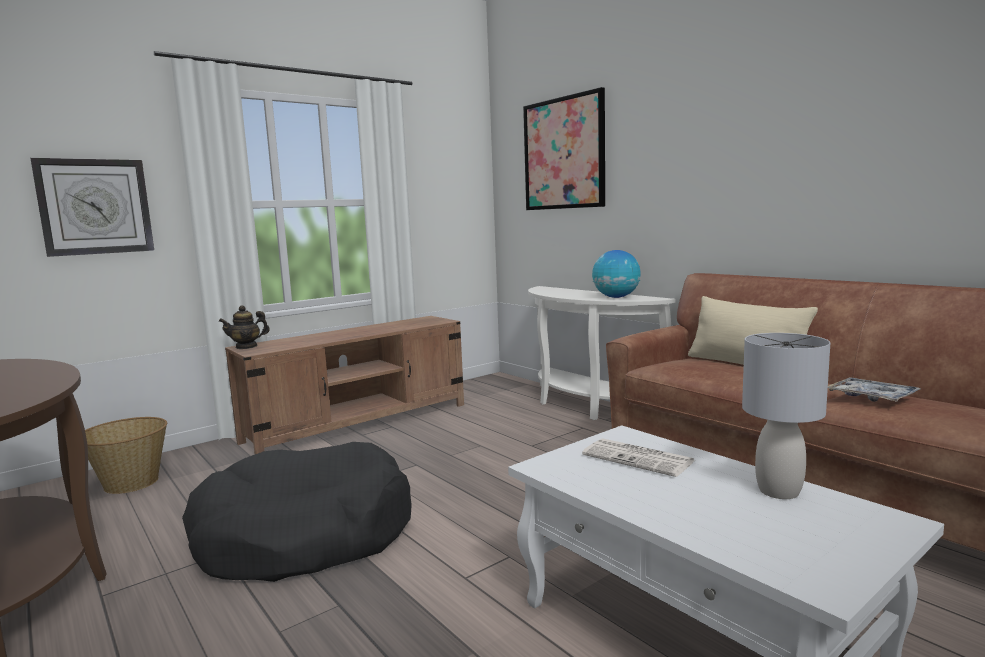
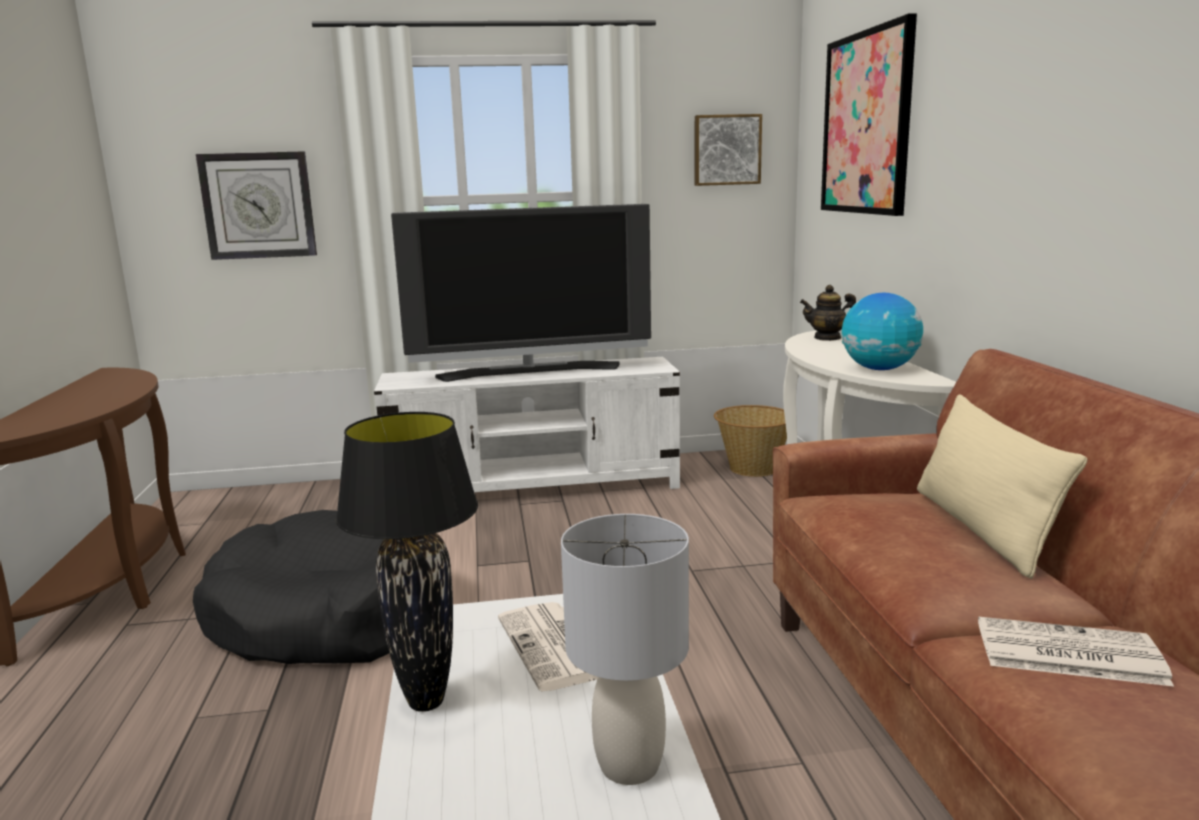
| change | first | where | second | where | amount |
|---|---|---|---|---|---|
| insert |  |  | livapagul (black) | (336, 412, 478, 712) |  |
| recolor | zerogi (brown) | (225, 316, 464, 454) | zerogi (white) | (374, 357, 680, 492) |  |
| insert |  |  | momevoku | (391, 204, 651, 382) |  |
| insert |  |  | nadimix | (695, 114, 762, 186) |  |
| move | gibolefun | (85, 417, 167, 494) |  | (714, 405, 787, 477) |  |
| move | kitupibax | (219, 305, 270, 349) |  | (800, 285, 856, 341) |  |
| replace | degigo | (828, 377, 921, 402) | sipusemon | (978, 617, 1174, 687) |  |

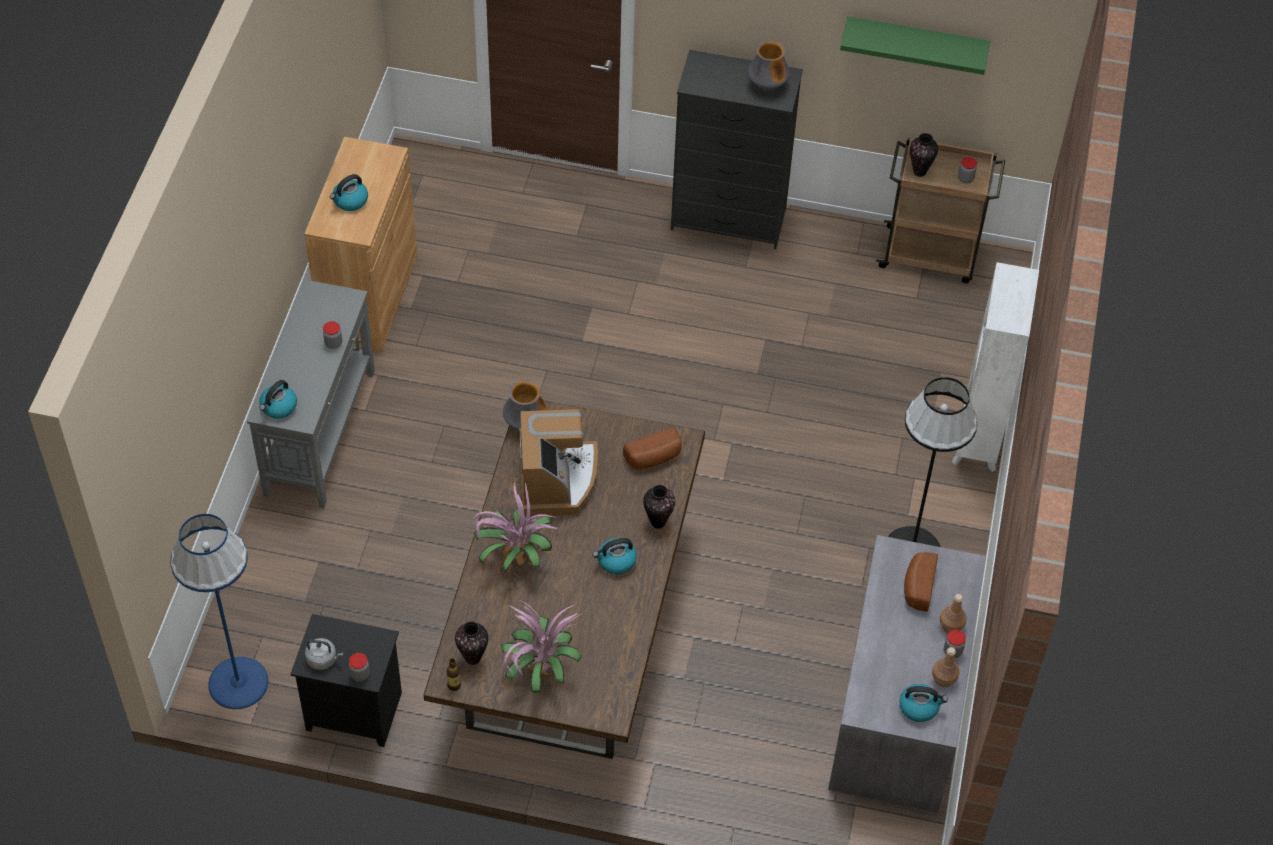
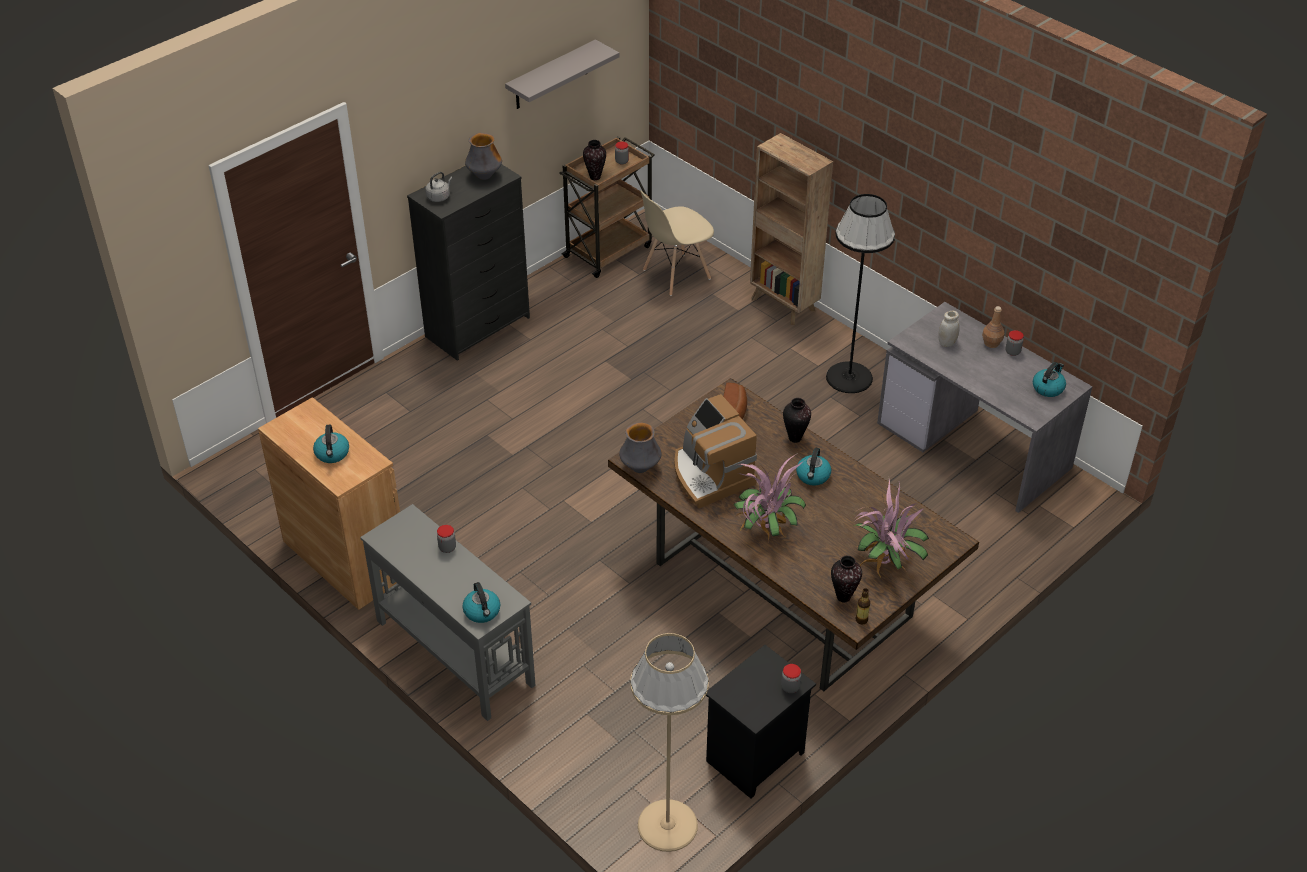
| change | first | where | second | where | amount |
|---|---|---|---|---|---|
| move | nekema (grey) | (305, 638, 343, 670) |  | (425, 172, 453, 202) |  |
| recolor | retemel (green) | (840, 17, 990, 75) | retemel (grey) | (505, 39, 619, 109) |  |
| recolor | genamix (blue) | (170, 514, 268, 709) | genamix (beige) | (630, 633, 709, 852) |  |
| insert |  |  | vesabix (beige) | (640, 190, 714, 296) |  |
| rotate | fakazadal | (519, 409, 598, 517) |  | (674, 394, 757, 509) | 150 degrees counterclockwise |
| recolor | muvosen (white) | (952, 262, 1039, 472) | muvosen (brown) | (750, 133, 833, 325) |  |
| replace | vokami | (904, 552, 938, 612) | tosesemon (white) | (938, 311, 960, 347) |  |
| delete | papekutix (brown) | (932, 647, 960, 687) |  |  |  |

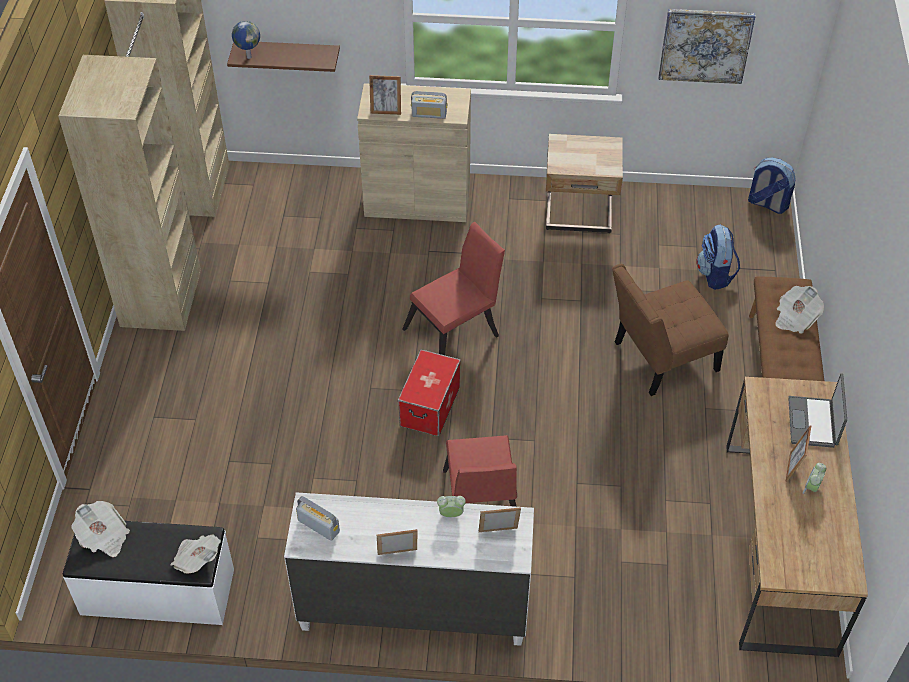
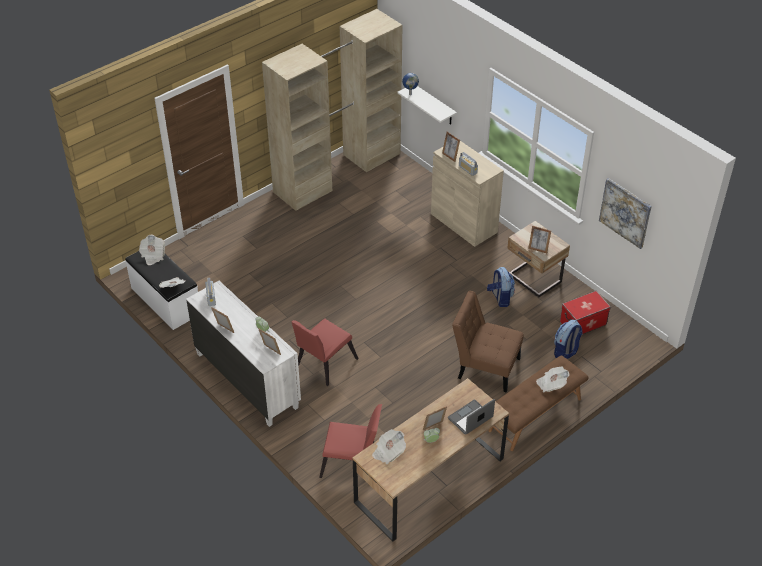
| change | first | where | second | where | amount |
|---|---|---|---|---|---|
| move | vesabix (red) | (402, 222, 505, 355) |  | (319, 404, 382, 478) |  |
| insert |  |  | sipusemon | (372, 429, 406, 464) |  |
| recolor | retemel (brown) | (227, 42, 340, 72) | retemel (white) | (397, 86, 457, 125) |  |
| move | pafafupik | (748, 158, 796, 214) |  | (487, 267, 515, 307) |  |
| insert |  |  | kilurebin | (528, 226, 551, 253) |  |
| move | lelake | (398, 349, 461, 436) |  | (560, 291, 611, 334) |  |

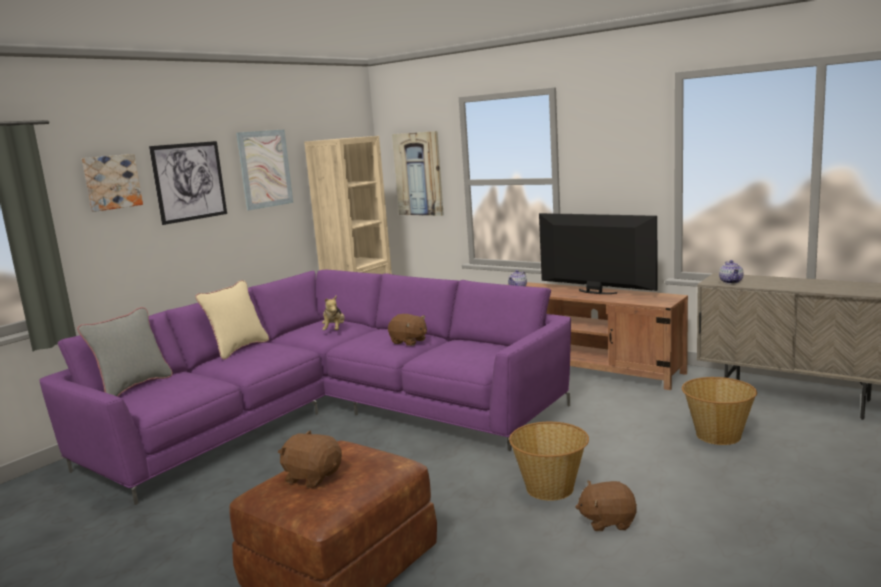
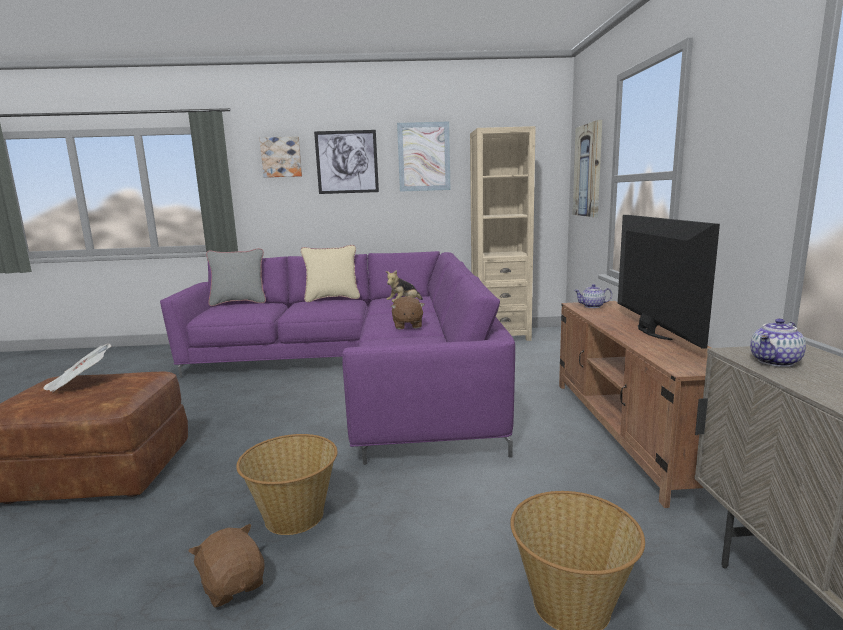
| change | first | where | second | where | amount |
|---|---|---|---|---|---|
| replace | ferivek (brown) | (278, 430, 342, 488) | sipusemon | (43, 344, 111, 392) |  |

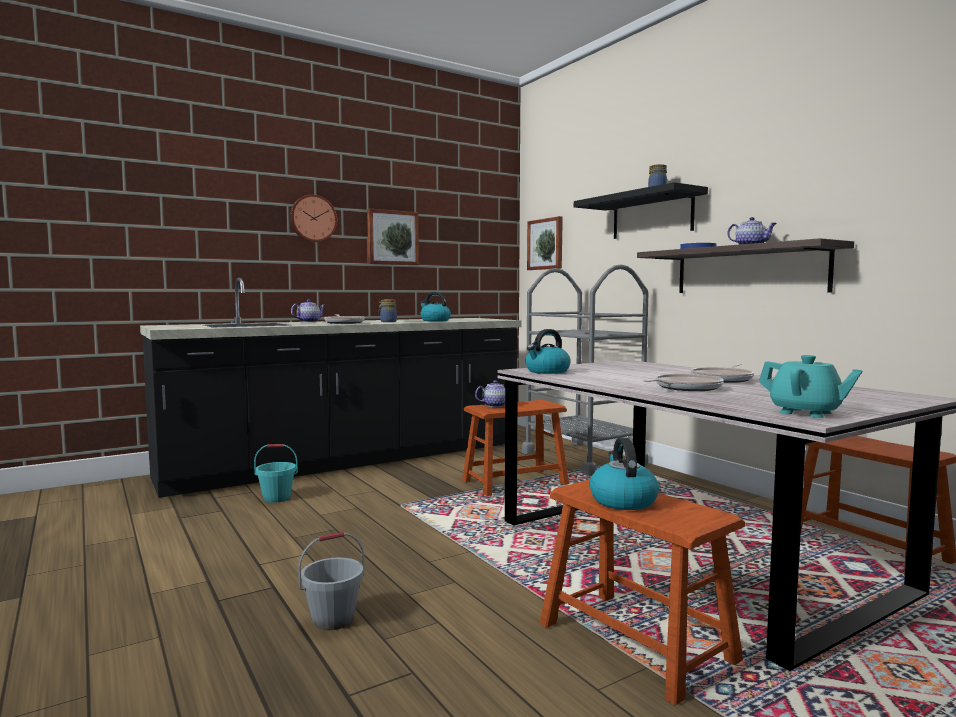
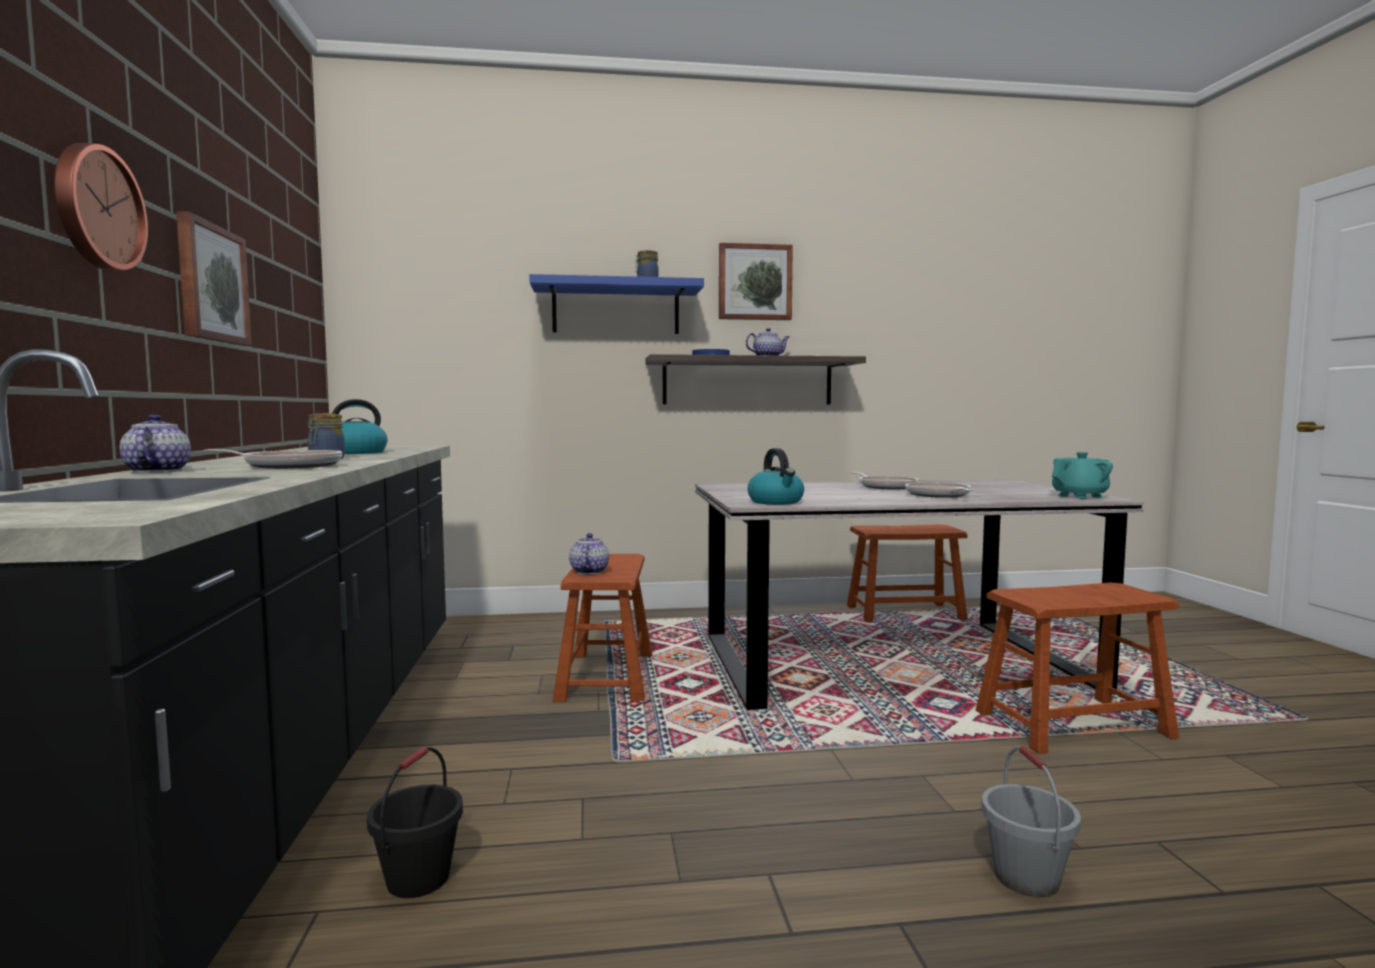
| change | first | where | second | where | amount |
|---|---|---|---|---|---|
| recolor | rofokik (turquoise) | (254, 444, 298, 503) | rofokik (black) | (367, 747, 463, 898) |  |
| recolor | retemel (black) | (574, 182, 708, 239) | retemel (blue) | (529, 274, 704, 334) |  |
| move | nadimix | (527, 216, 563, 270) |  | (719, 243, 793, 320) |  |
| delete | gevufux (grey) | (522, 264, 649, 476) |  |  |  |
| delete | nekema | (590, 437, 659, 510) |  |  |  |

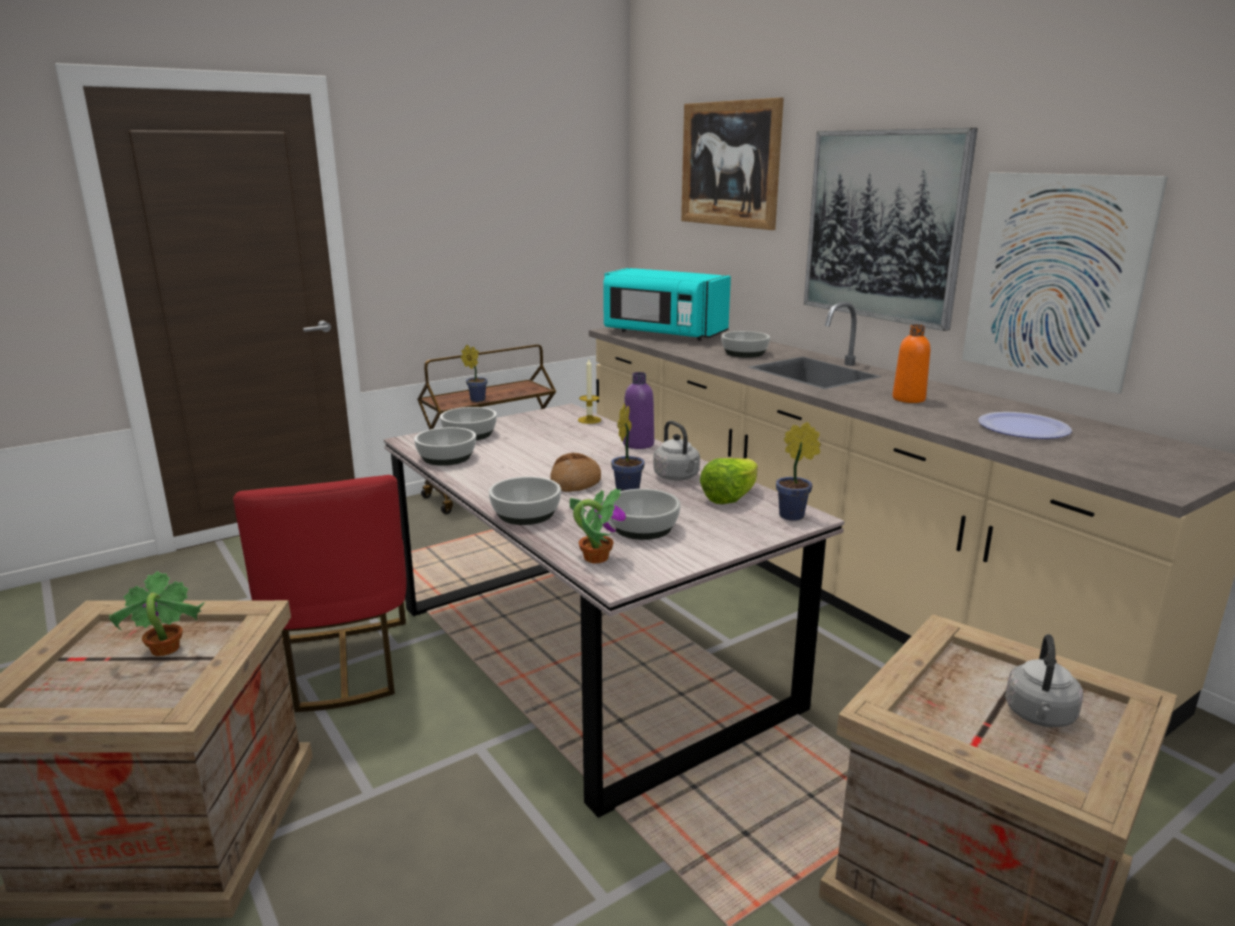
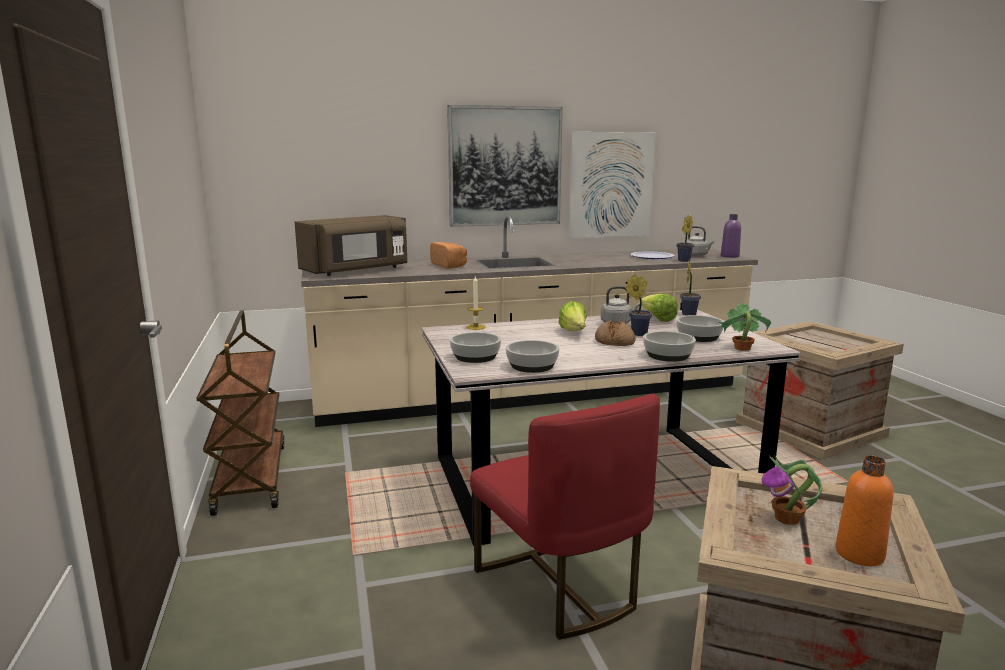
| change | first | where | second | where | amount |
|---|---|---|---|---|---|
| recolor | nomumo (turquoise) | (603, 268, 731, 341) | nomumo (brown) | (295, 215, 407, 276) |  |
| replace | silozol | (721, 331, 770, 358) | vokami | (430, 242, 467, 269) |  |
| rotate | vesabix (red) | (233, 475, 406, 712) |  | (470, 393, 660, 640) | 60 degrees clockwise |
| insert |  |  | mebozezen | (559, 301, 587, 331) |  |
| move | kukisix | (461, 345, 488, 402) |  | (676, 215, 694, 262) |  |
| move | nekema (grey) | (1005, 634, 1083, 727) |  | (686, 226, 714, 256) |  |
| move | papekutix (purple) | (623, 372, 654, 449) |  | (721, 214, 741, 258) |  |
| move | papekutix (orange) | (892, 324, 930, 403) |  | (836, 456, 893, 566) |  |
| delete | nadimix | (681, 98, 784, 230) |  |  |  |

